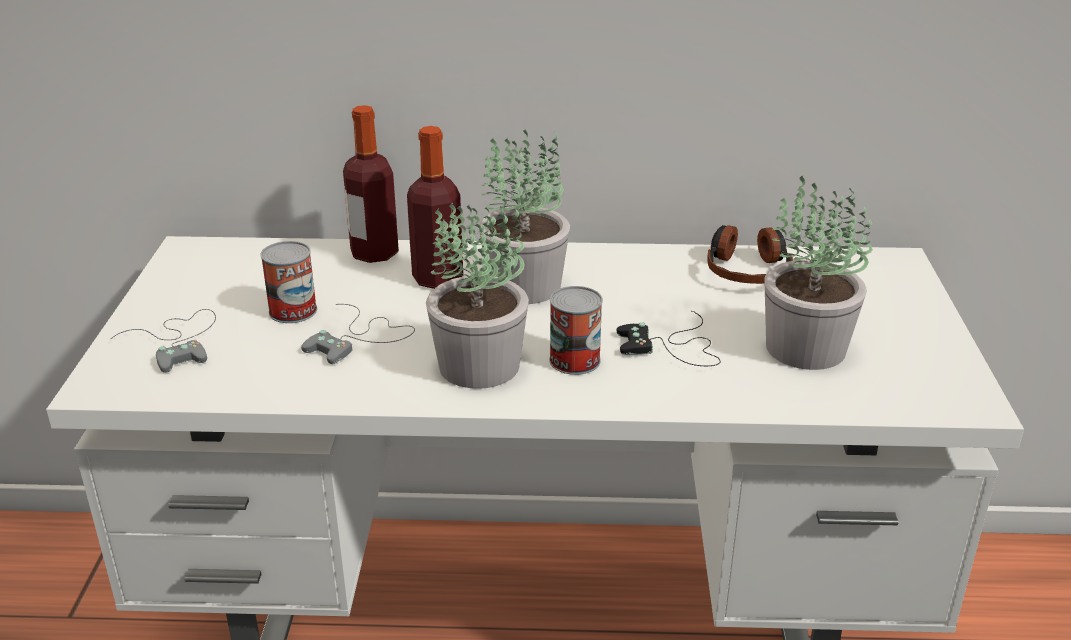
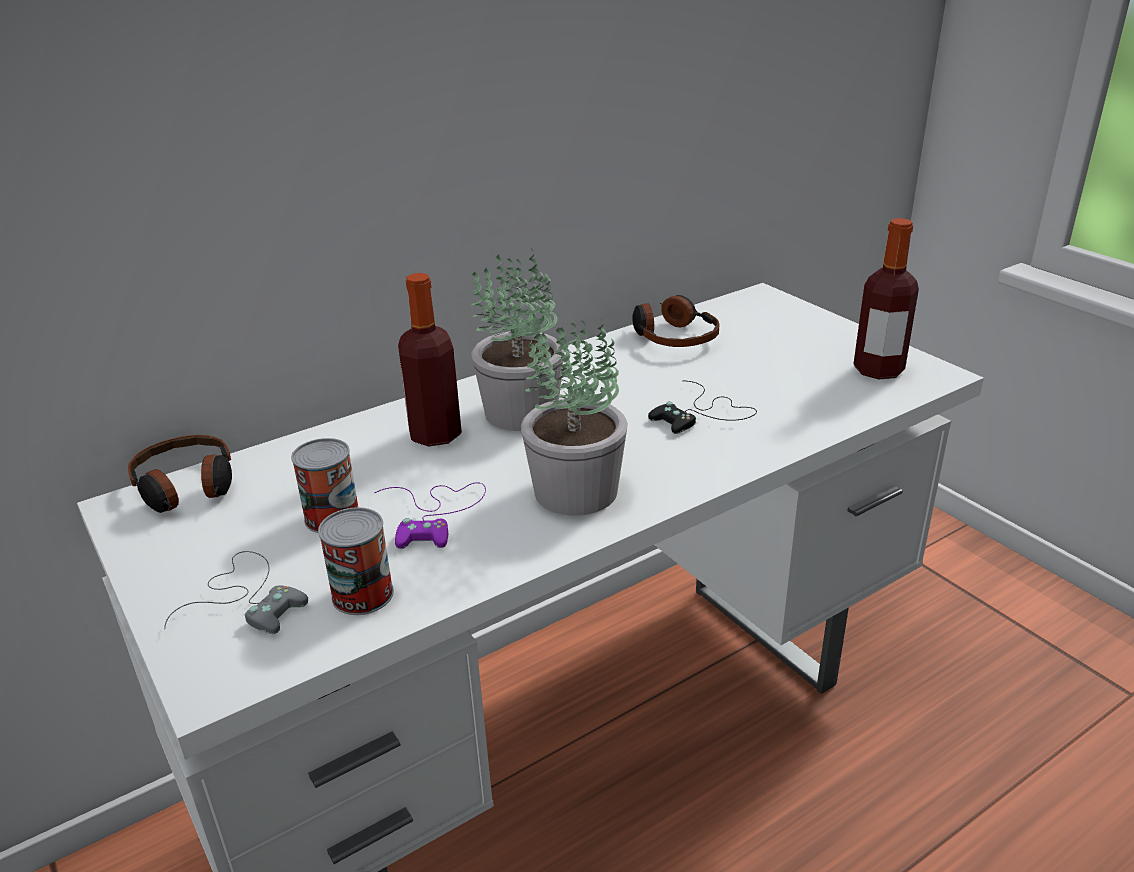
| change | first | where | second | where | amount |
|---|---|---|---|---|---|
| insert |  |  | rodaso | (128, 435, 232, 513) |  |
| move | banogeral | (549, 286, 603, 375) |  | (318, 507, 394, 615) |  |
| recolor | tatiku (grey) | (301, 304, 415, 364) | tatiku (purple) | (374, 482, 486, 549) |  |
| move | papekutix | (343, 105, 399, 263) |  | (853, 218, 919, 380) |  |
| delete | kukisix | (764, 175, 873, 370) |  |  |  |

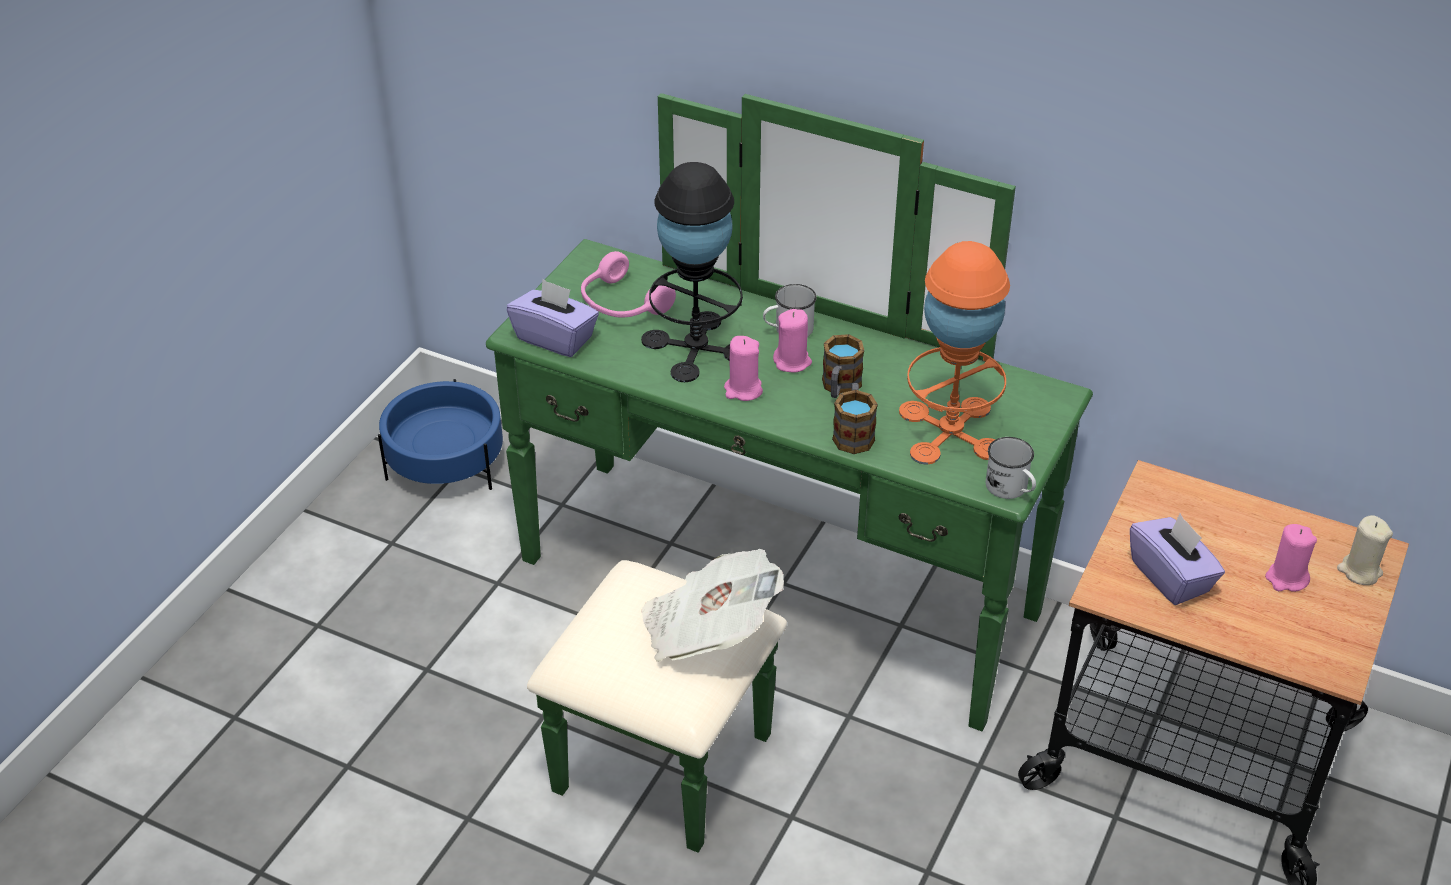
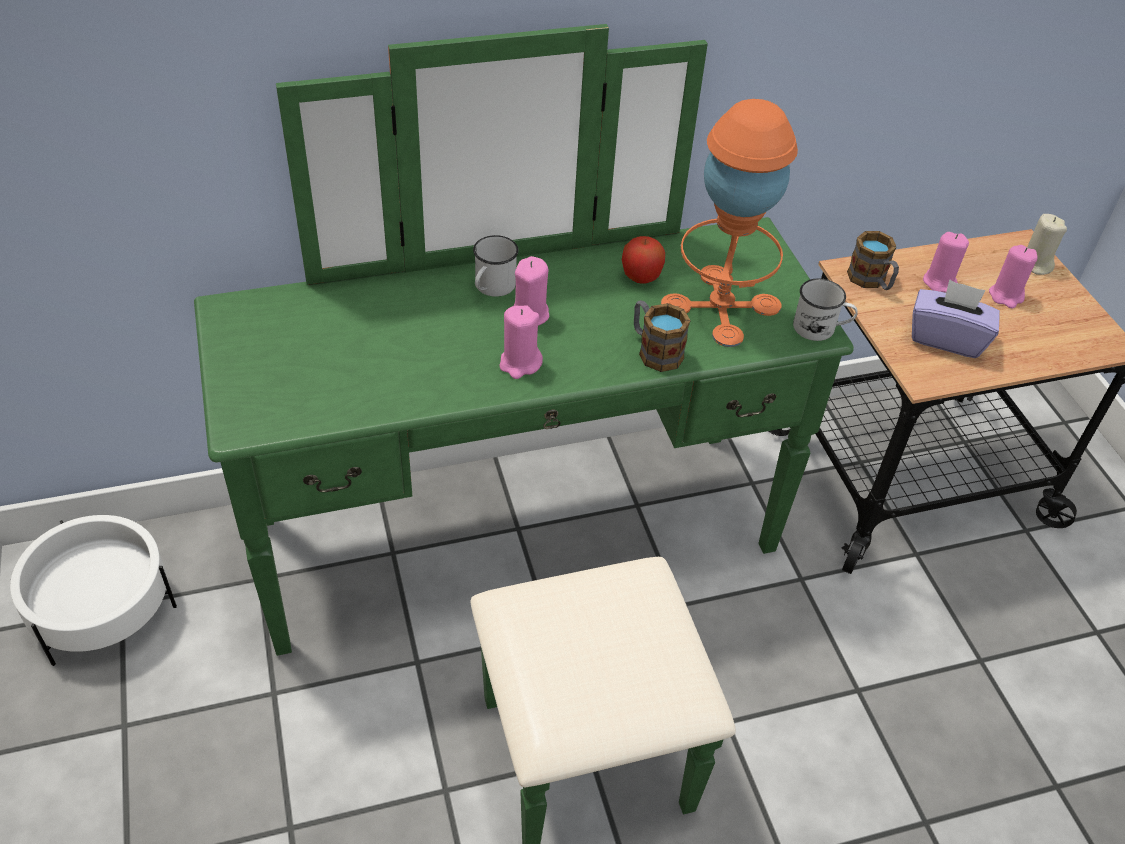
| change | first | where | second | where | amount |
|---|---|---|---|---|---|
| recolor | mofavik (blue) | (378, 379, 503, 490) | mofavik (white) | (10, 515, 177, 666) |  |
| insert |  |  | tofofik | (622, 236, 665, 284) |  |
| move | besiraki | (822, 334, 864, 398) |  | (847, 231, 899, 290) |  |
| insert |  |  | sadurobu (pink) | (923, 232, 969, 293) |  |
| delete | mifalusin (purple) | (507, 279, 599, 357) |  |  |  |
| delete | rodaso (pink) | (581, 251, 676, 318) |  |  |  |
| delete | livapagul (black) | (641, 162, 743, 382) |  |  |  |
| delete | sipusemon | (641, 549, 784, 662) |  |  |  |

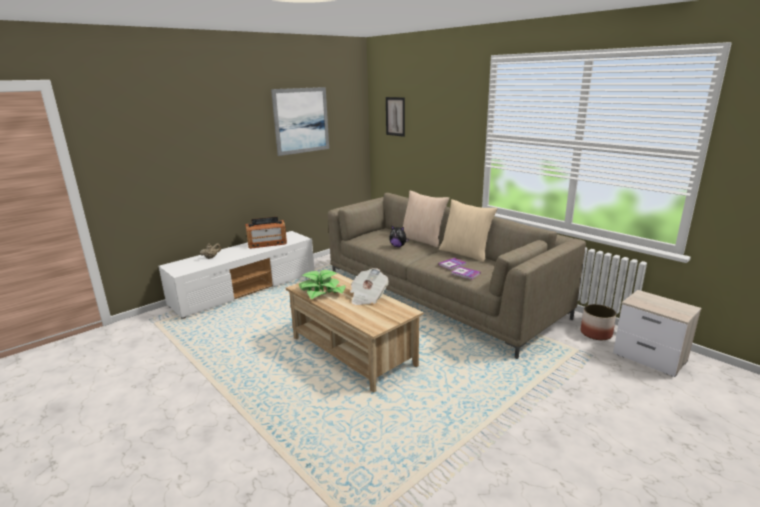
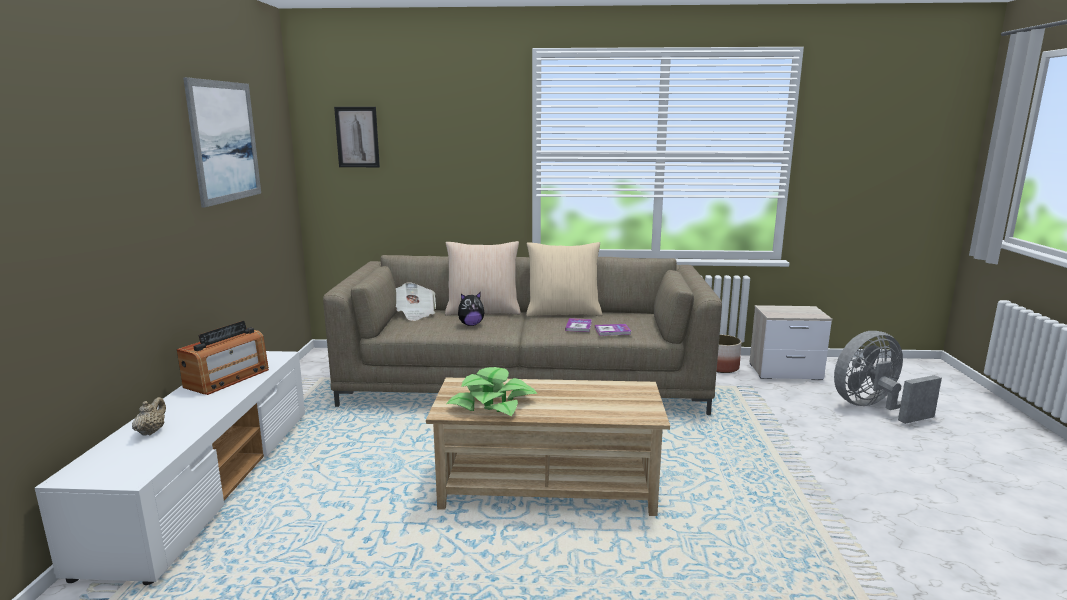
| change | first | where | second | where | amount |
|---|---|---|---|---|---|
| move | sipusemon | (350, 268, 389, 305) |  | (396, 282, 436, 321) |  |
| insert |  |  | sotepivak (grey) | (834, 331, 942, 424) |  |

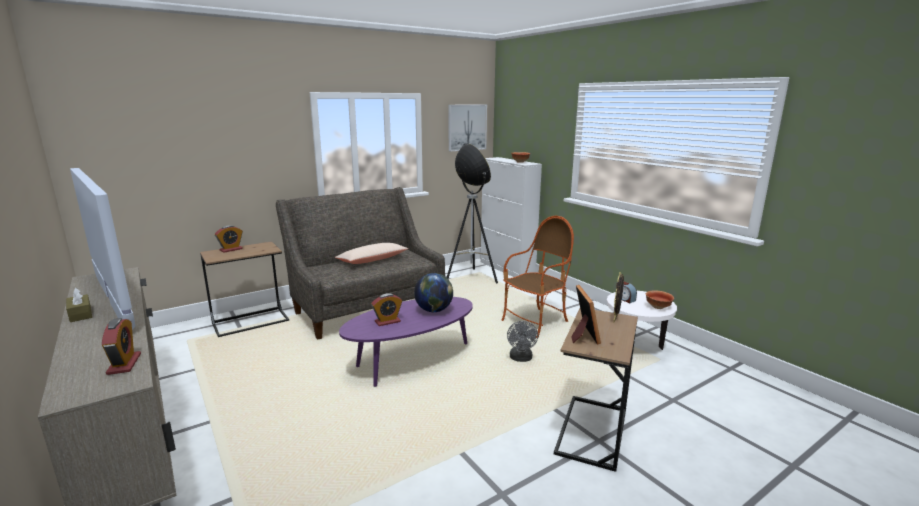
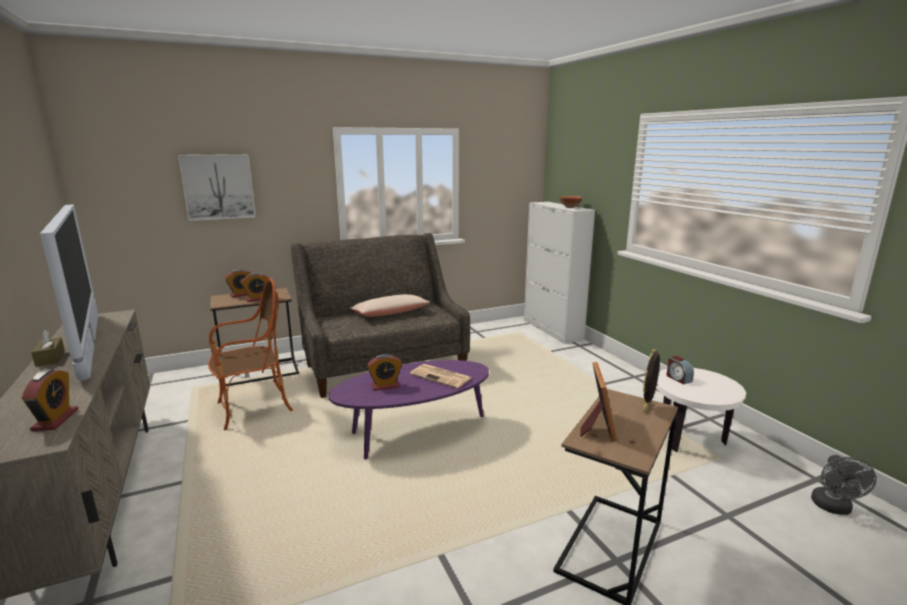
| change | first | where | second | where | amount |
|---|---|---|---|---|---|
| move | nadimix | (449, 105, 487, 152) |  | (178, 154, 256, 221) |  |
| move | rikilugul | (501, 216, 574, 338) |  | (208, 278, 293, 430) |  |
| insert |  |  | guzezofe | (241, 273, 269, 302) |  |
| replace | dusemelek | (414, 273, 453, 312) | sipusemon | (410, 364, 471, 388) |  |
| move | sotepivak (grey) | (507, 321, 538, 362) |  | (811, 455, 877, 515) |  |
| delete | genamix | (447, 144, 498, 283) |  |  |  |
| delete | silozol | (646, 290, 674, 309) |  |  |  |

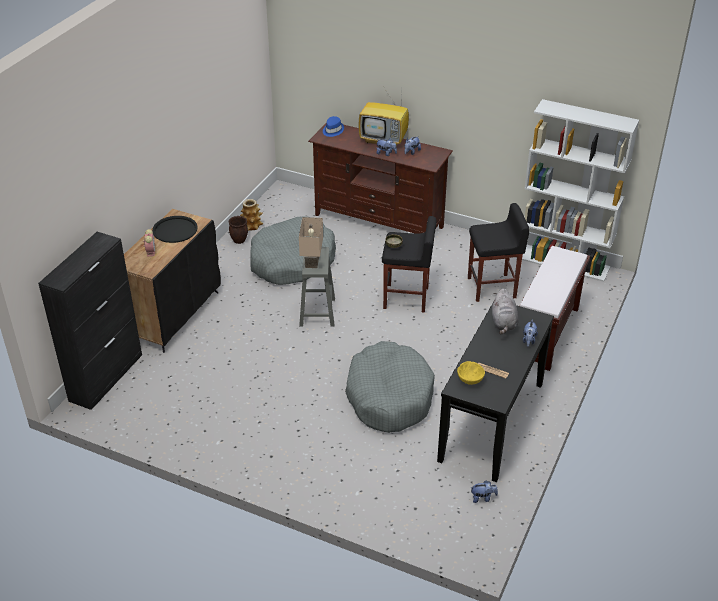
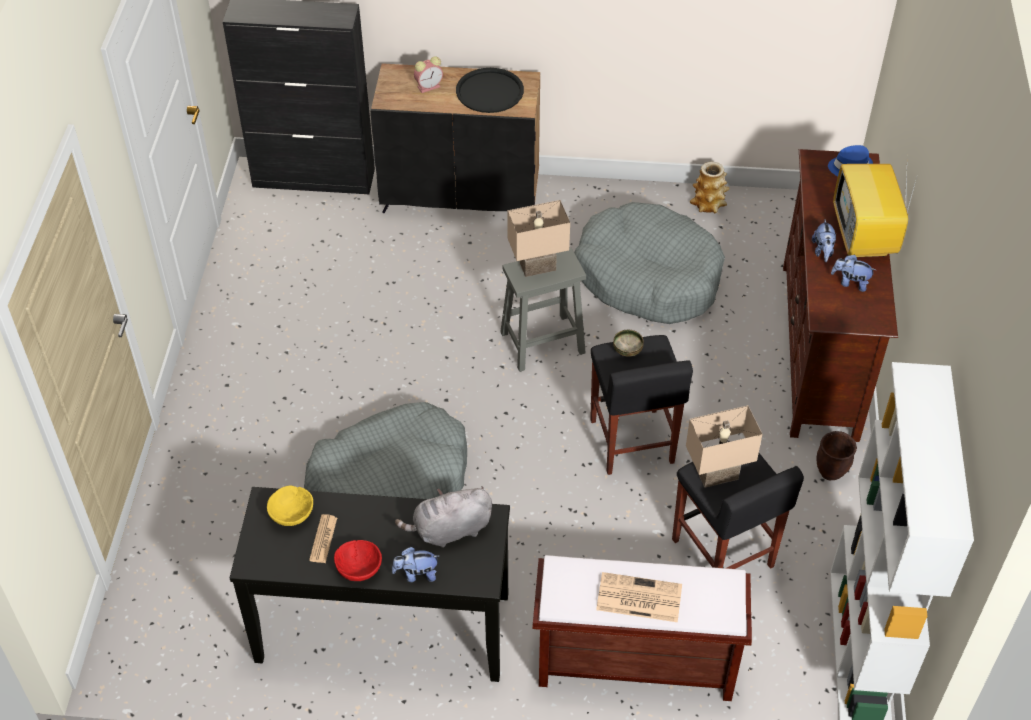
| change | first | where | second | where | amount |
|---|---|---|---|---|---|
| insert |  |  | silozol (red) | (334, 540, 382, 581) |  |
| insert |  |  | sipusemon | (596, 572, 682, 622) |  |
| insert |  |  | livapagul (beige) | (686, 405, 762, 488) |  |
| move | mofavik (brown) | (229, 216, 248, 244) |  | (816, 431, 857, 480) |  |
| delete | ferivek | (470, 480, 498, 503) |  |  |  |

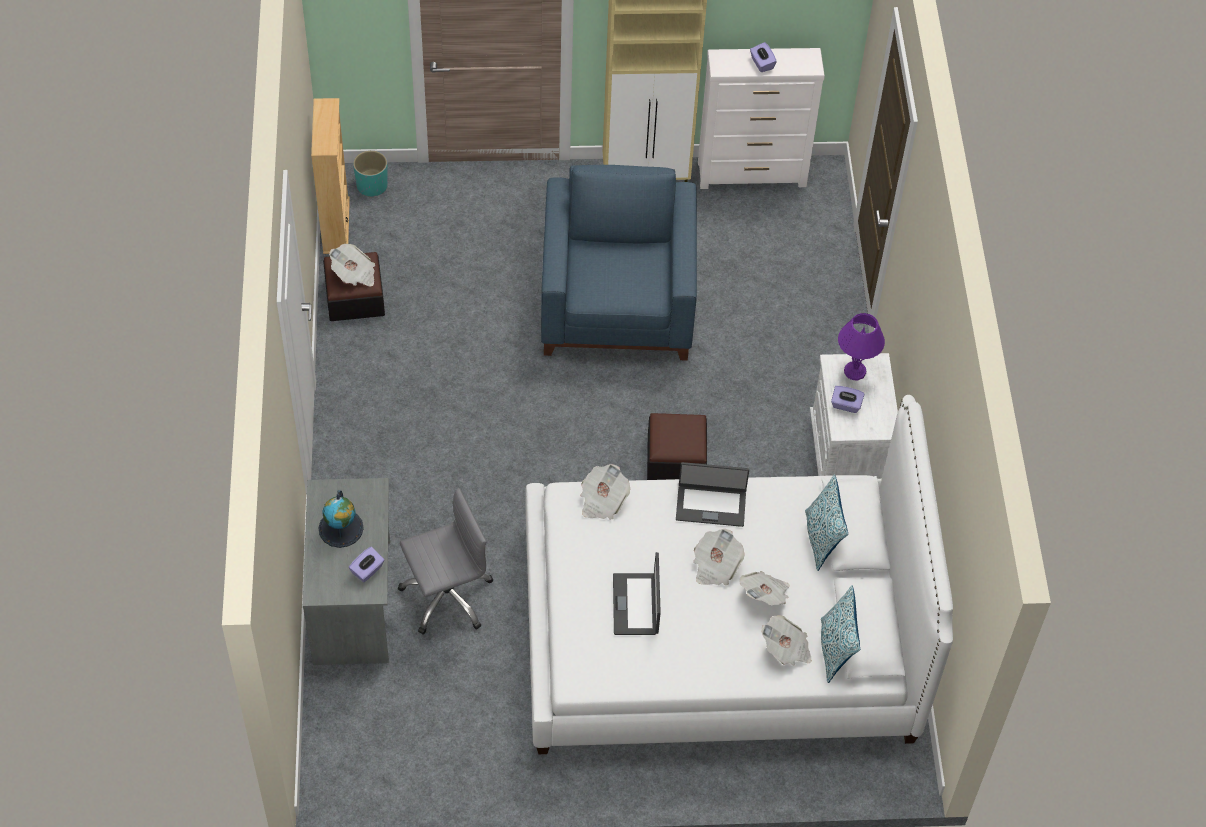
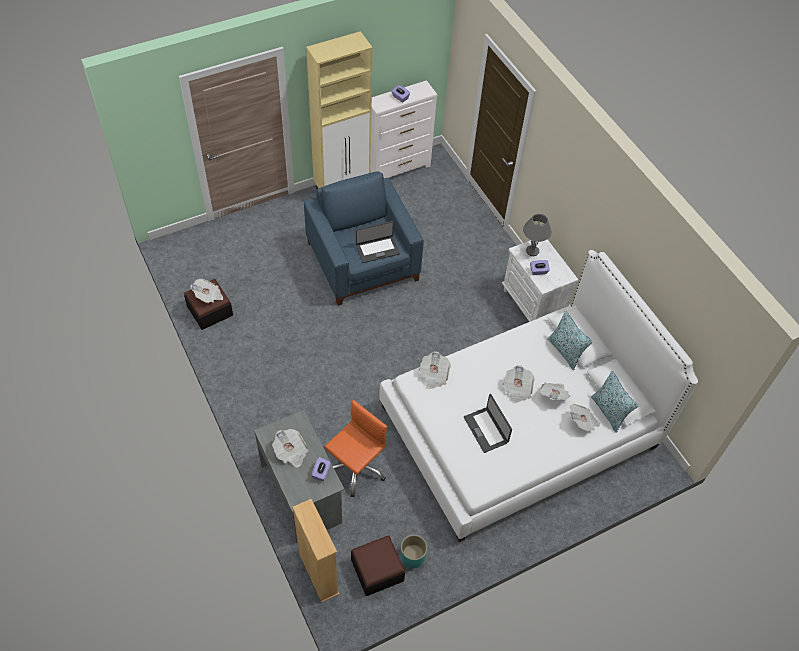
| change | first | where | second | where | amount |
|---|---|---|---|---|---|
| replace | dusemelek | (318, 490, 364, 548) | sipusemon | (272, 429, 309, 468) |  |
| move | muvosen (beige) | (311, 98, 350, 254) |  | (292, 499, 339, 602) |  |
| recolor | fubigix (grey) | (398, 488, 493, 635) | fubigix (orange) | (324, 400, 387, 497) |  |
| move | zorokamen | (647, 413, 707, 480) |  | (351, 535, 405, 596) |  |
| move | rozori | (676, 462, 749, 527) |  | (356, 221, 400, 263) |  |
| move | mofavik (turquoise) | (353, 150, 388, 197) |  | (401, 535, 427, 569) |  |
| recolor | livapagul (purple) | (838, 313, 885, 381) | livapagul (grey) | (523, 214, 552, 256) |  |

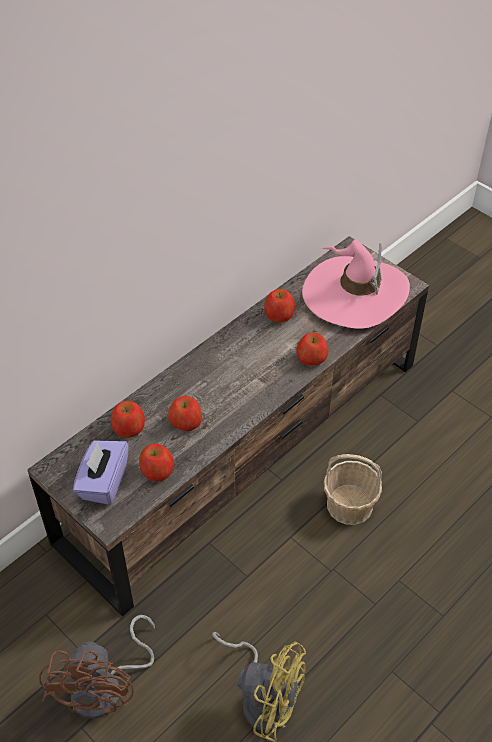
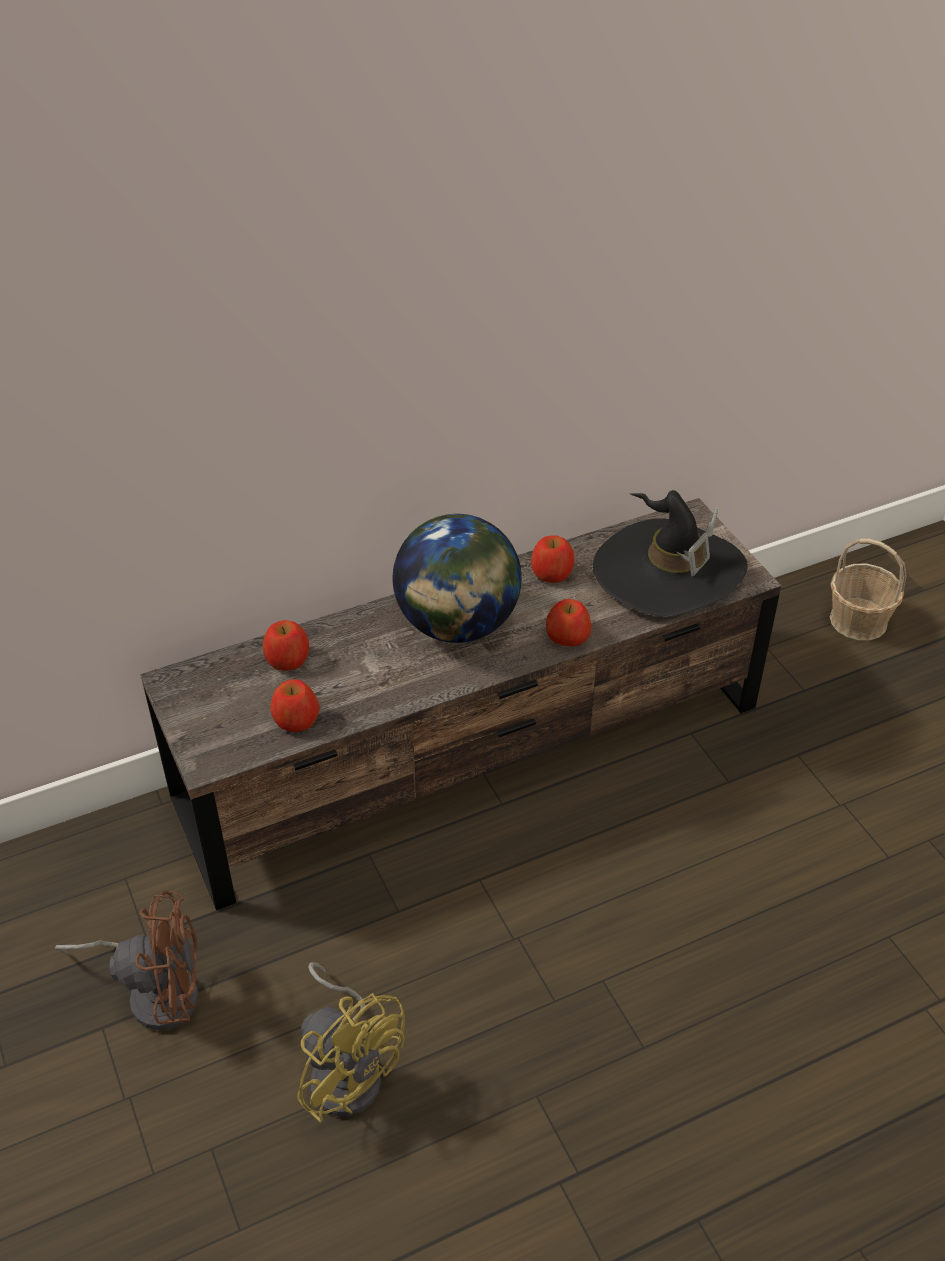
| change | first | where | second | where | amount |
|---|---|---|---|---|---|
| rotate | sotepivak (brown) | (39, 615, 155, 719) |  | (55, 891, 199, 1030) | 120 degrees counterclockwise |
| insert |  |  | dusemelek | (393, 514, 522, 643) |  |
| recolor | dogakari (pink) | (302, 240, 410, 329) | dogakari (black) | (593, 490, 748, 617) |  |
| move | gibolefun | (324, 454, 382, 525) |  | (830, 539, 906, 640) |  |
| delete | mifalusin (purple) | (73, 440, 129, 505) |  |  |  |
| delete | tofofik | (168, 396, 202, 431) |  |  |  |

